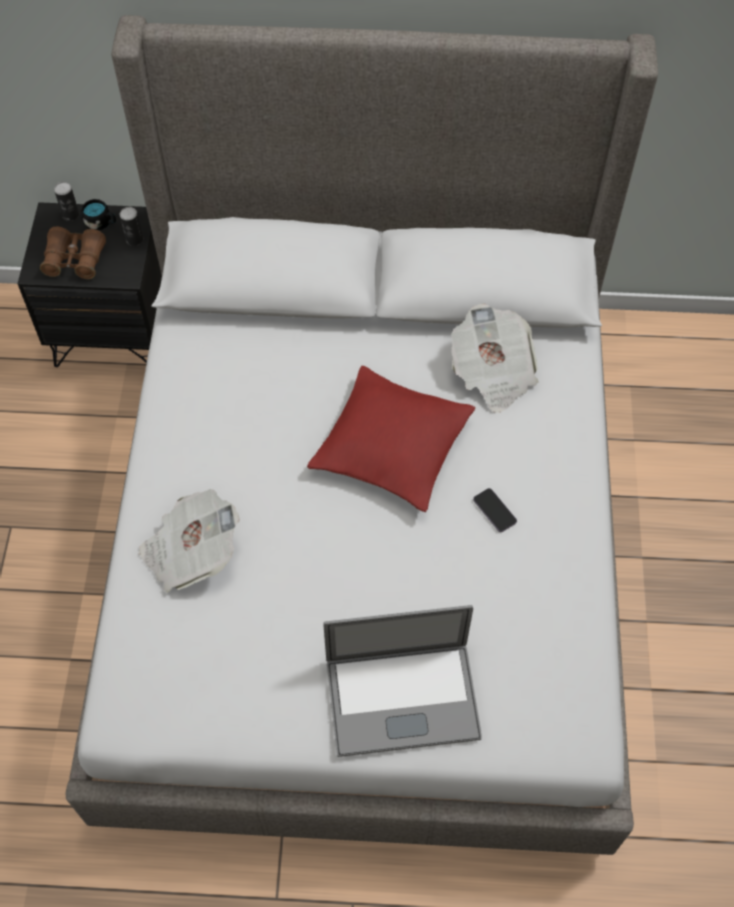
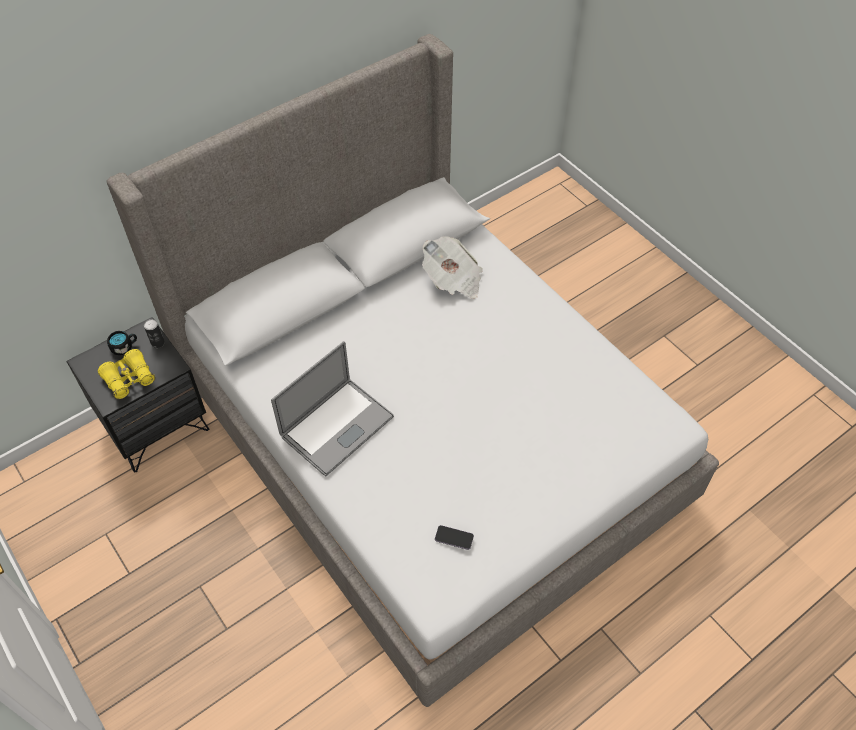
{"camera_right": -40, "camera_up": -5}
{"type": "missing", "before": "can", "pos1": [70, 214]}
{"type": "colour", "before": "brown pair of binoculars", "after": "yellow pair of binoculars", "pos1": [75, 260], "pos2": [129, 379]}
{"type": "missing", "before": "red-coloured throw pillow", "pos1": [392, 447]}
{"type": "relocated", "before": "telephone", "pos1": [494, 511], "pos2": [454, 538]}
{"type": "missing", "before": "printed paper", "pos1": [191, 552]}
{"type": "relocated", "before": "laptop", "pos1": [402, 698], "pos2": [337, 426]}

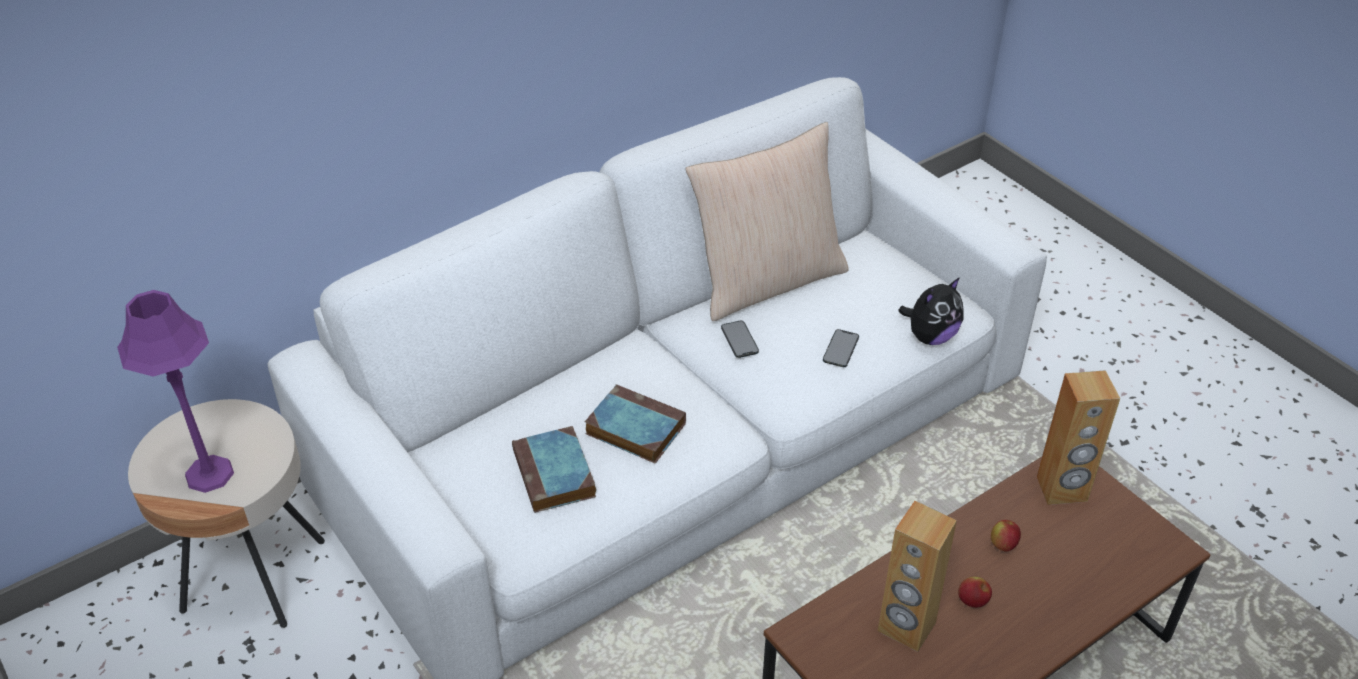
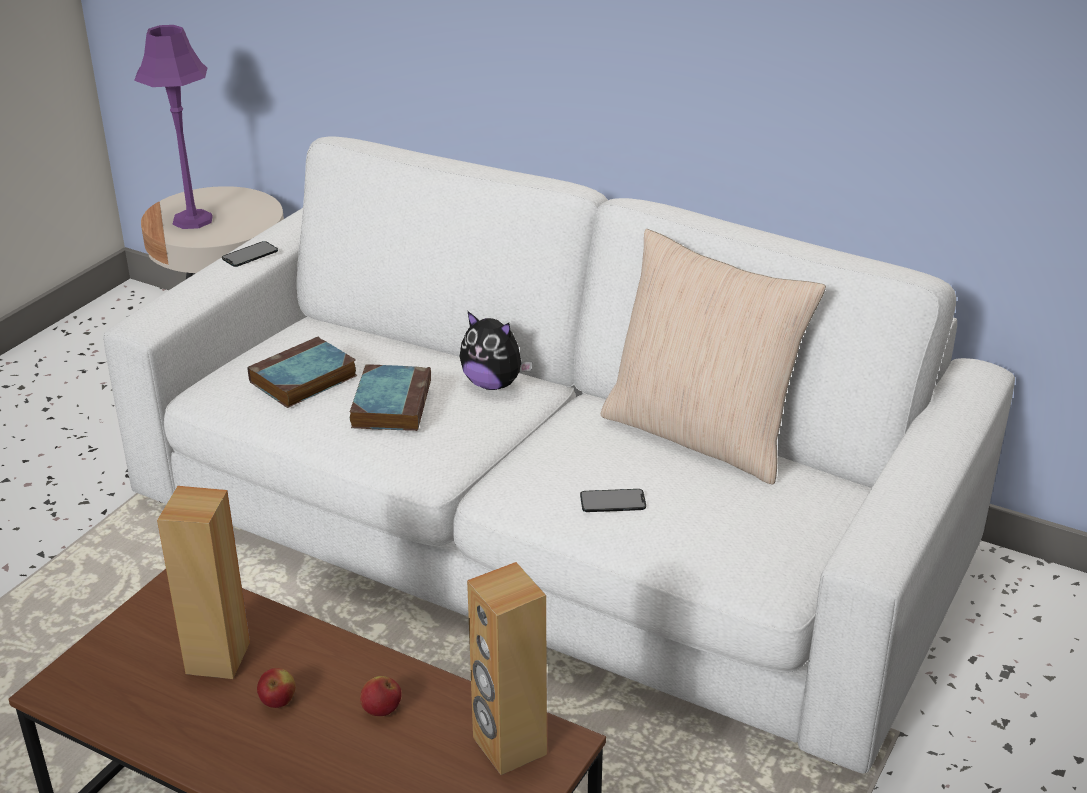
{"camera_right": 65, "camera_up": -10}
{"type": "relocated", "before": "cuddly toy", "pos1": [930, 336], "pos2": [493, 384]}
{"type": "relocated", "before": "telephone", "pos1": [739, 339], "pos2": [250, 254]}

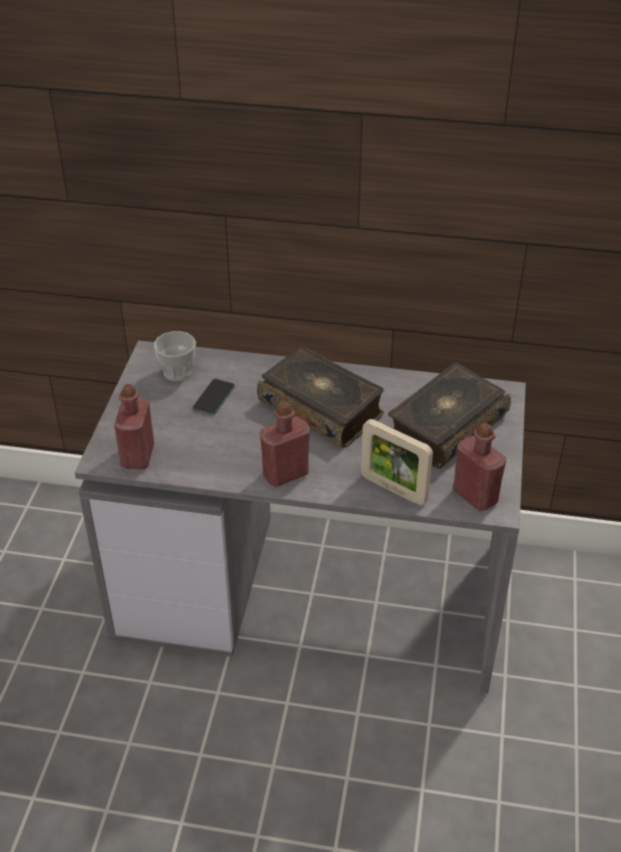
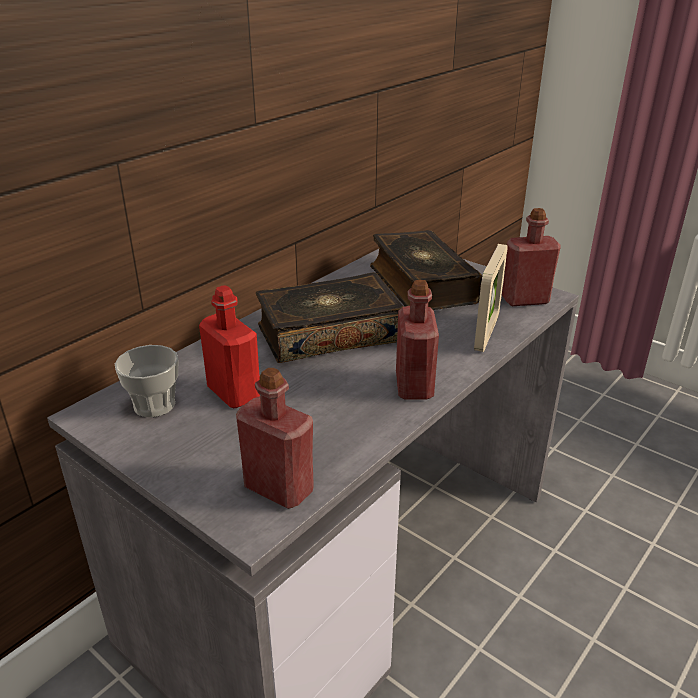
{"camera_right": -60, "camera_up": -10}
{"type": "exchanged", "before": "telephone", "after": "red-coloured drink bottle", "pos1": [214, 397], "pos2": [234, 393]}
{"type": "spun", "before": "photo frame", "pos1": [393, 489], "pos2": [486, 333], "turn": -45}

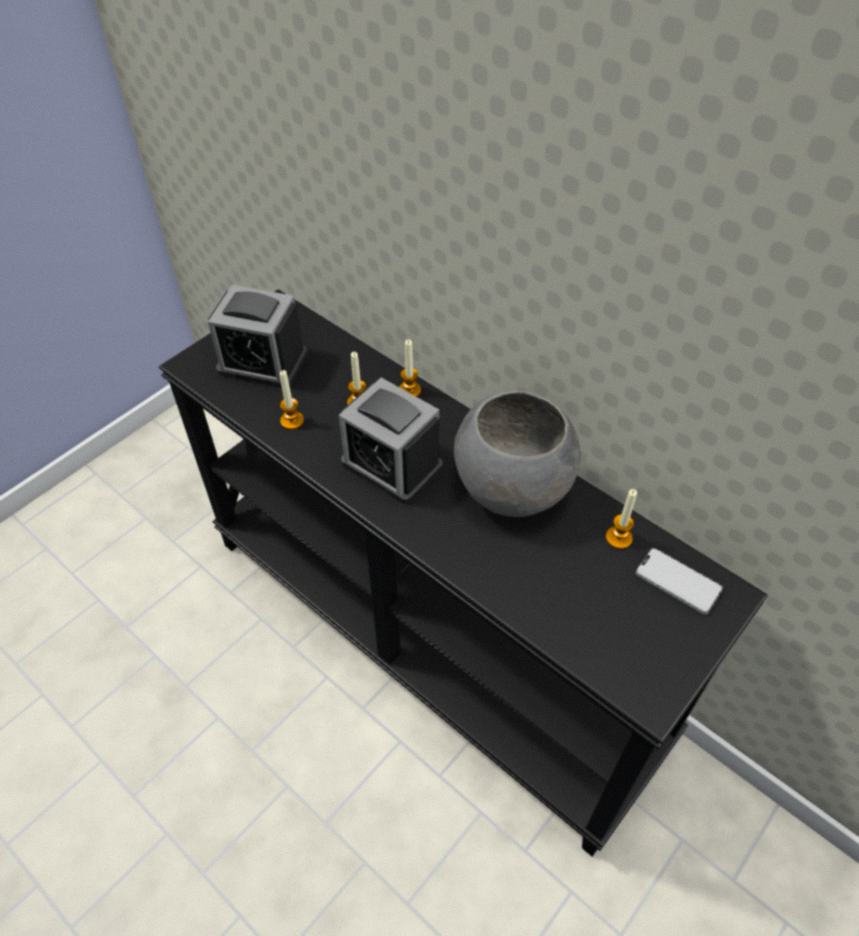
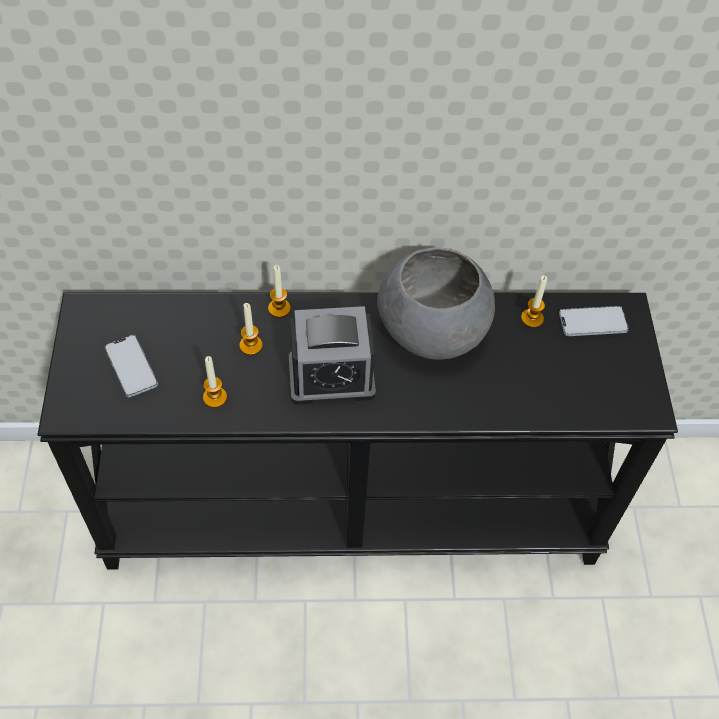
{"camera_right": -45, "camera_up": 5}
{"type": "exchanged", "before": "table clock", "after": "telephone", "pos1": [263, 362], "pos2": [131, 366]}

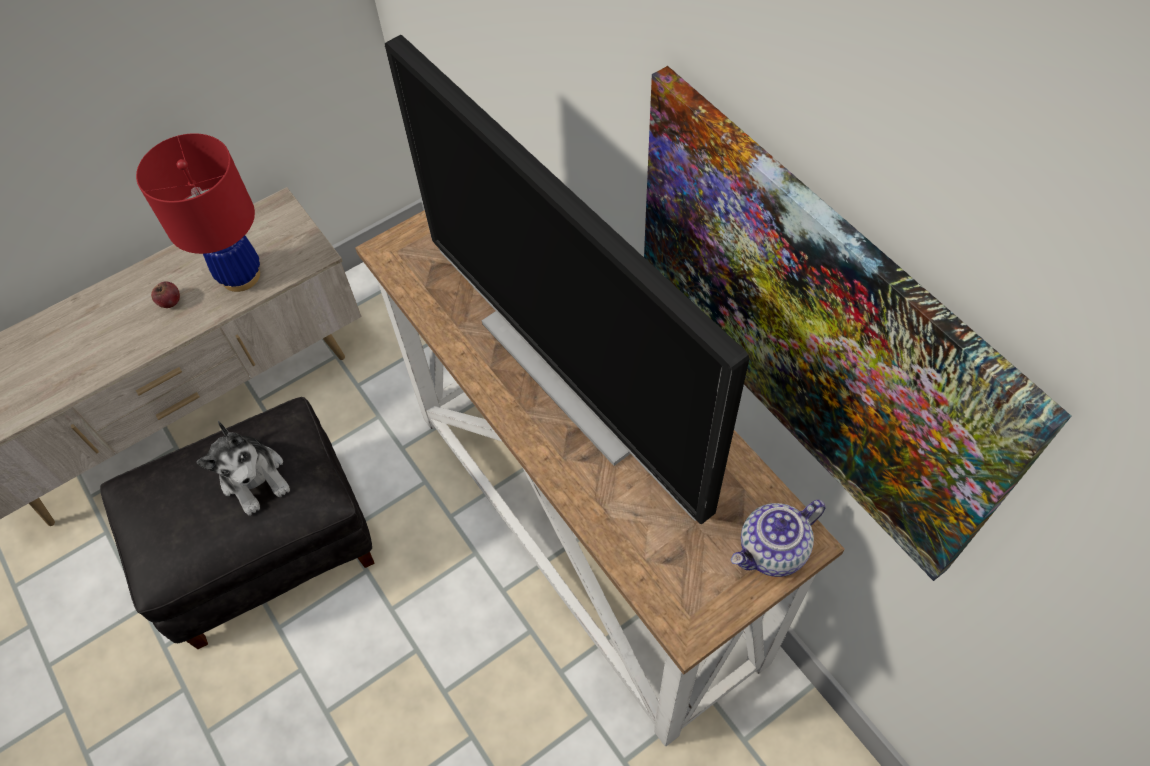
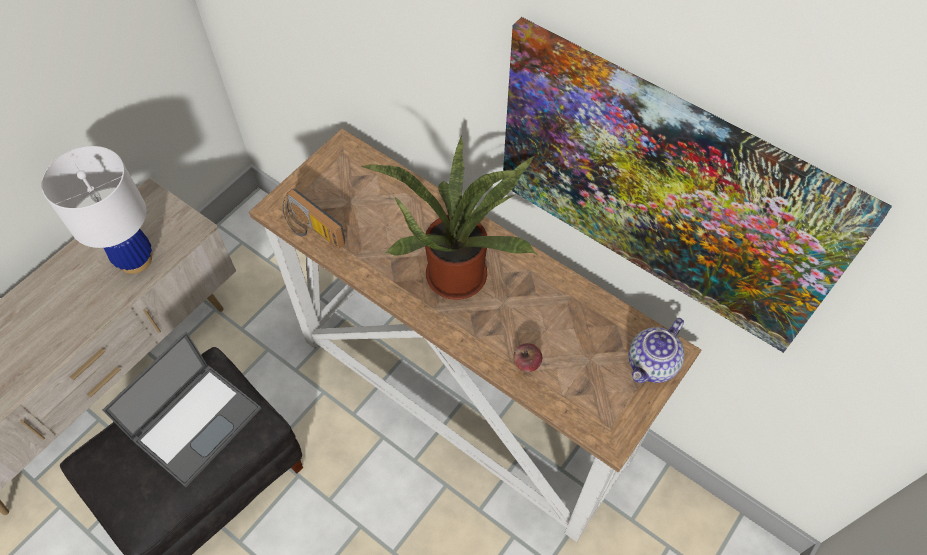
{"camera_right": -20, "camera_up": 0}
{"type": "exchanged", "before": "TV", "after": "potted plant", "pos1": [571, 373], "pos2": [458, 270]}
{"type": "colour", "before": "red-coloured tabletop lamp", "after": "whitish tabletop lamp", "pos1": [240, 276], "pos2": [135, 259]}
{"type": "relocated", "before": "apple", "pos1": [170, 302], "pos2": [526, 363]}
{"type": "exchanged", "before": "cuddly toy", "after": "laptop", "pos1": [254, 477], "pos2": [197, 422]}
{"type": "appeared", "after": "radio set", "pos2": [311, 230]}

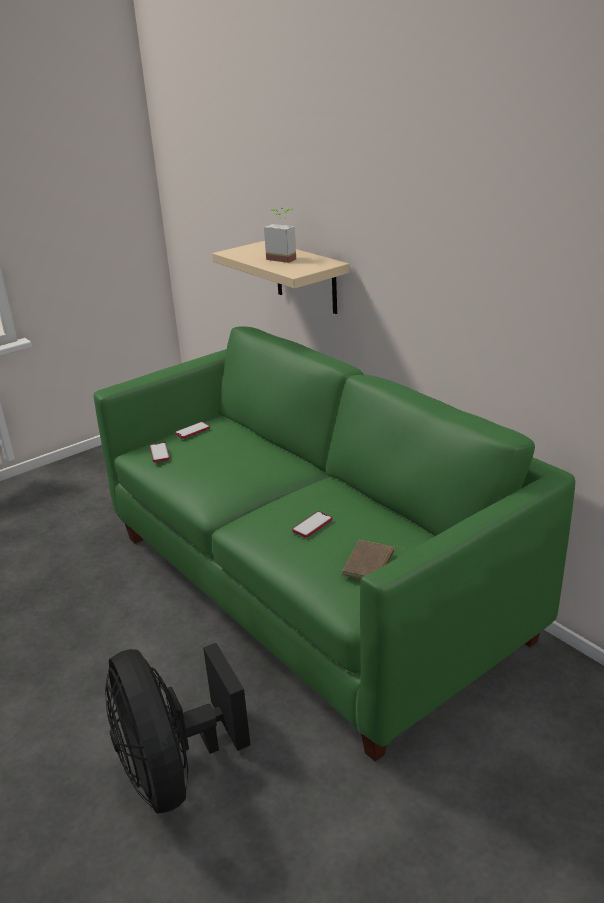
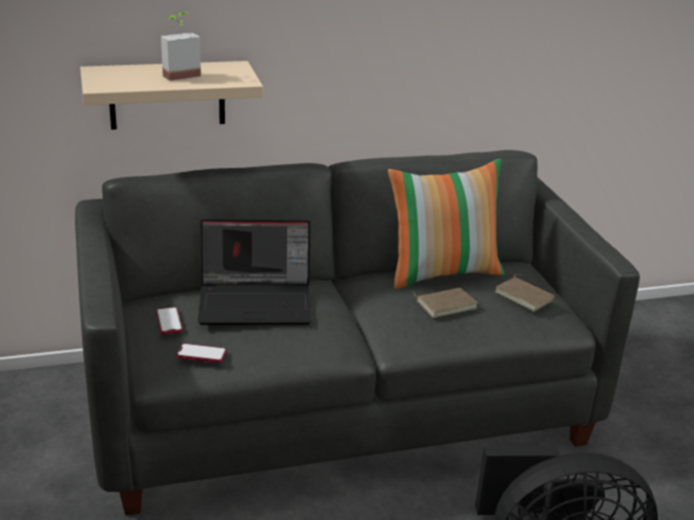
{"camera_right": -70, "camera_up": 0}
{"type": "colour", "before": "greenish couch", "after": "greyish couch", "pos1": [311, 585], "pos2": [340, 405]}
{"type": "exchanged", "before": "telephone", "after": "brown bound book", "pos1": [312, 525], "pos2": [445, 304]}
{"type": "appeared", "after": "throw pillow", "pos2": [443, 272]}
{"type": "appeared", "after": "laptop", "pos2": [257, 301]}

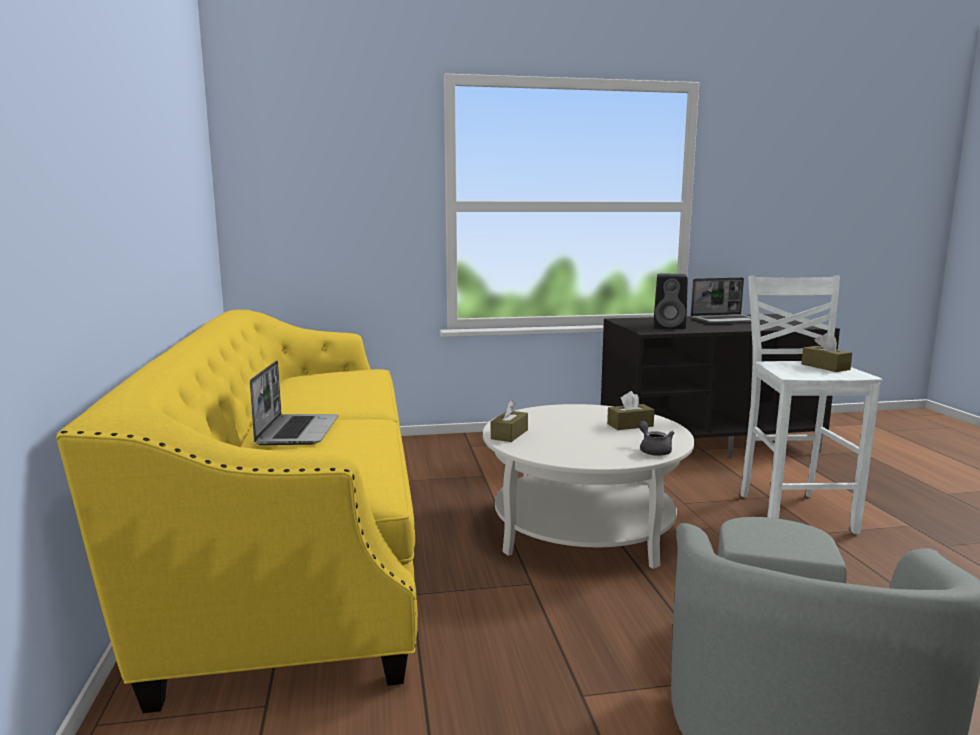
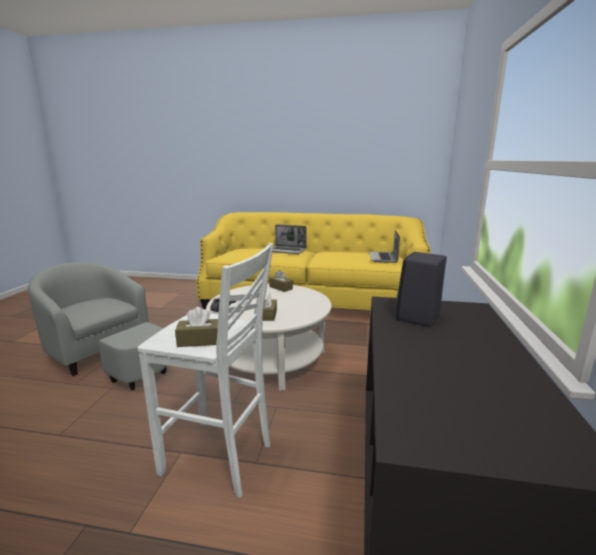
{"camera_right": 110, "camera_up": 5}
{"type": "relocated", "before": "laptop", "pos1": [726, 320], "pos2": [383, 258]}

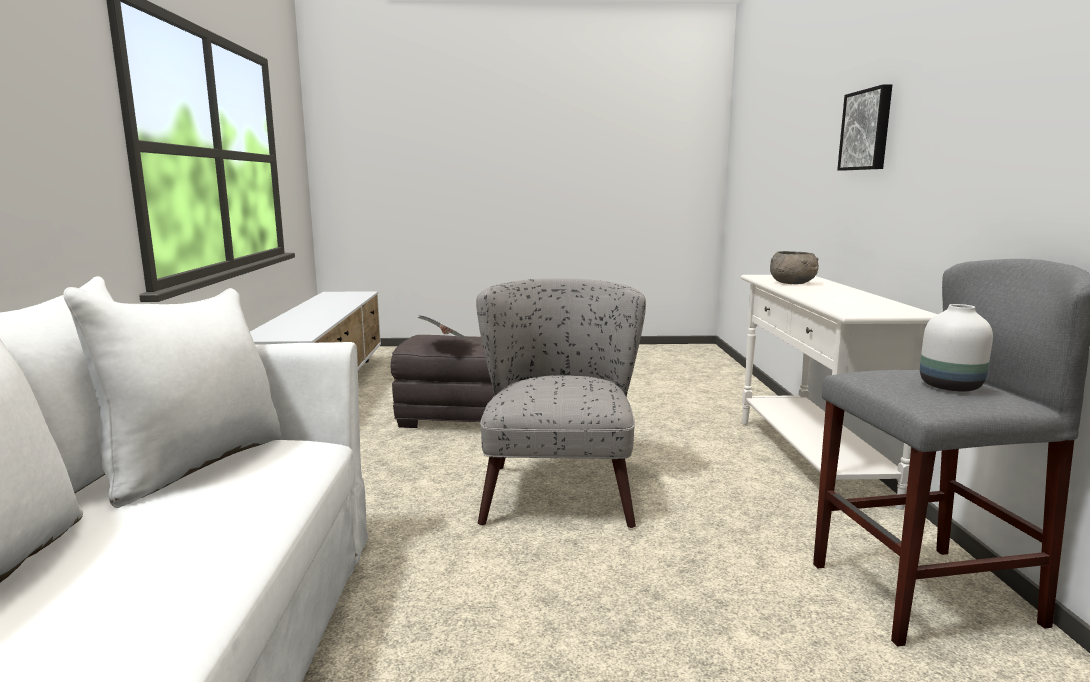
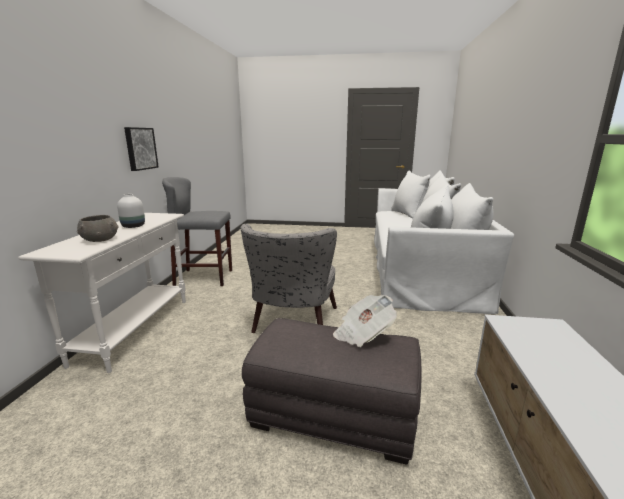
{"camera_right": -170, "camera_up": 5}
{"type": "relocated", "before": "wall art", "pos1": [867, 130], "pos2": [140, 148]}
{"type": "relocated", "before": "whitish decorative vase", "pos1": [948, 386], "pos2": [133, 226]}

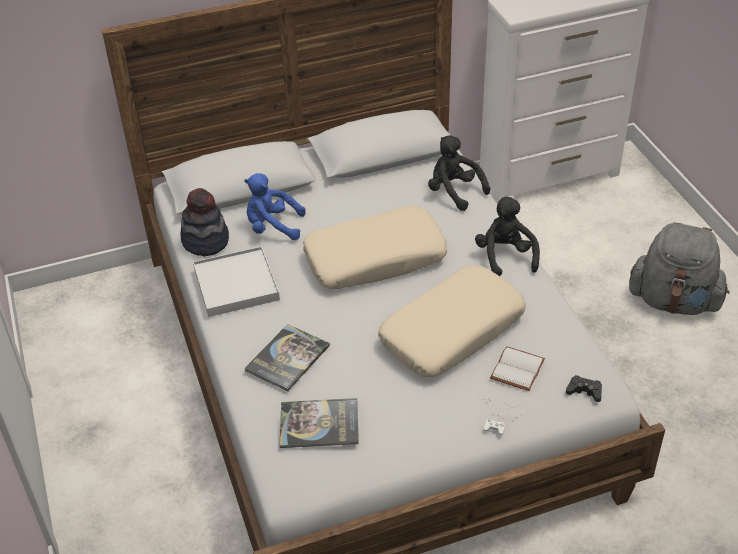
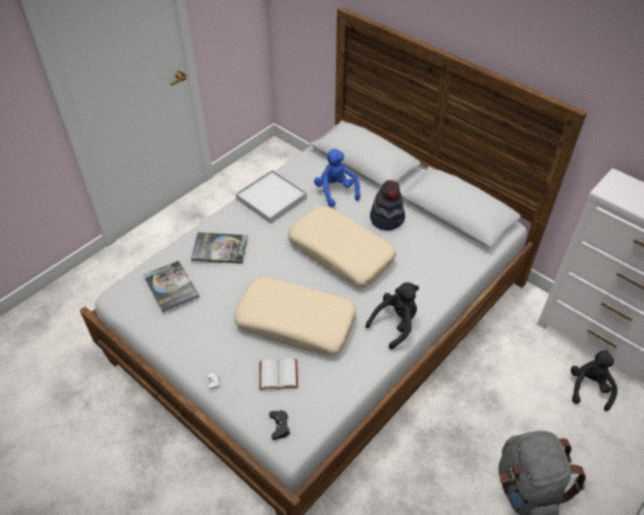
{"camera_right": 60, "camera_up": 5}
{"type": "relocated", "before": "blackish cuddly toy", "pos1": [454, 192], "pos2": [589, 388]}
{"type": "relocated", "before": "hat", "pos1": [205, 241], "pos2": [387, 218]}

